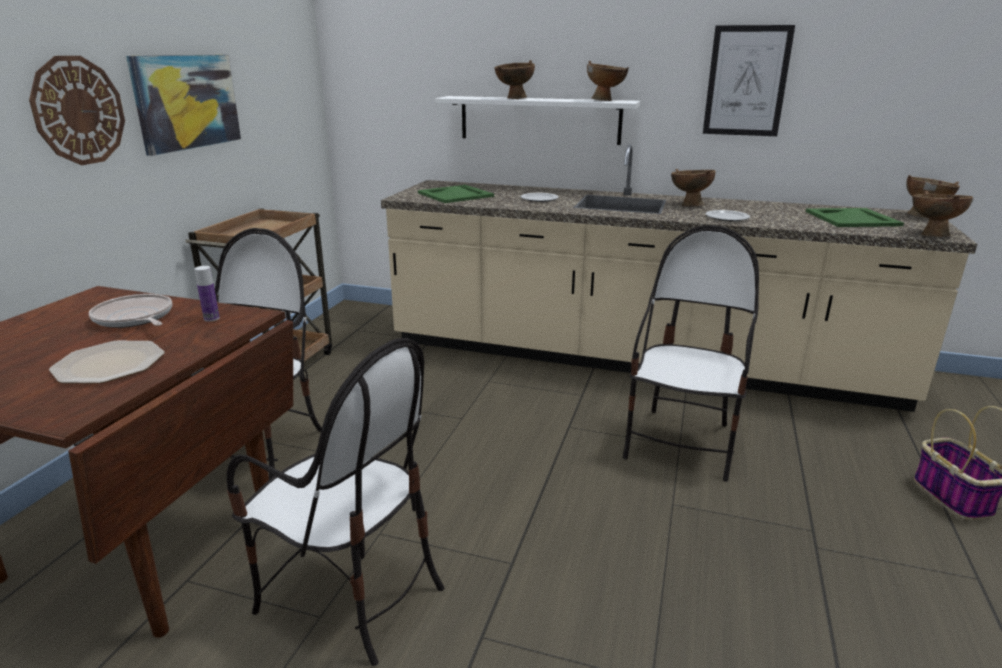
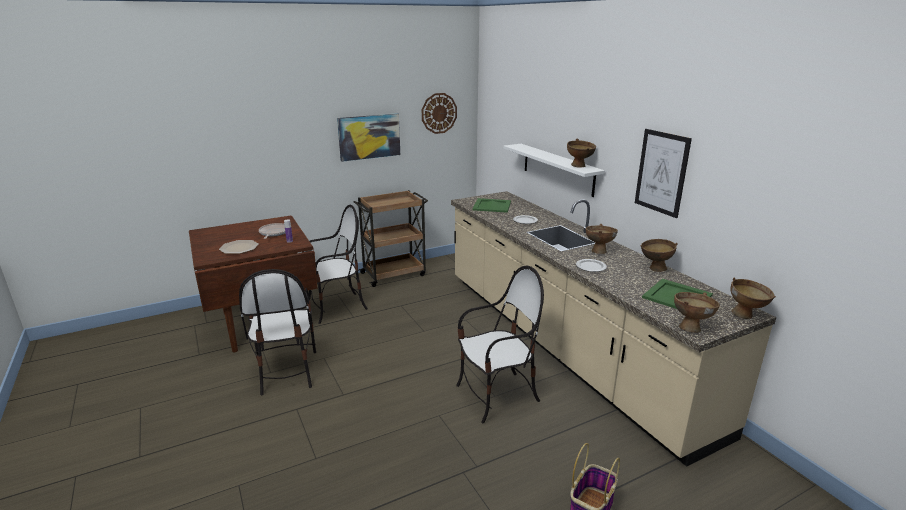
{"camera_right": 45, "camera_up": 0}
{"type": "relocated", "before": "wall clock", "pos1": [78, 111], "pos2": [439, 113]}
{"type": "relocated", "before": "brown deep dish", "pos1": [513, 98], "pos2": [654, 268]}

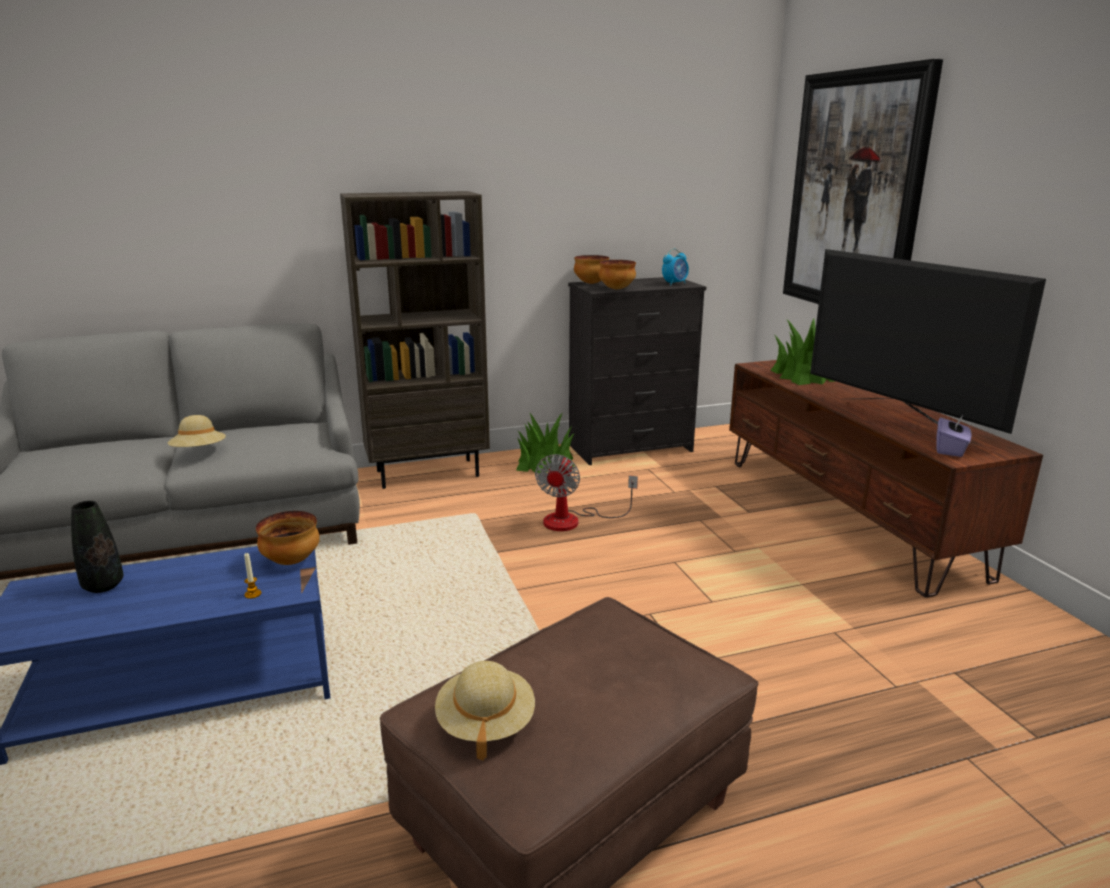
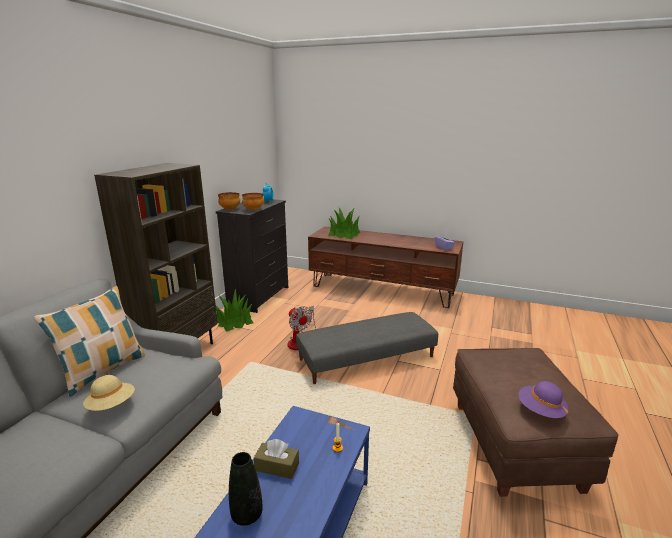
{"camera_right": -50, "camera_up": 0}
{"type": "missing", "before": "wall art", "pos1": [854, 194]}
{"type": "missing", "before": "TV", "pos1": [897, 416]}
{"type": "missing", "before": "deep dish", "pos1": [292, 561]}
{"type": "colour", "before": "beige-coloured hat", "after": "purple-coloured hat", "pos1": [485, 723], "pos2": [540, 411]}
{"type": "appeared", "after": "throw pillow", "pos2": [103, 371]}
{"type": "appeared", "after": "greyish pouffe", "pos2": [366, 358]}
{"type": "appeared", "after": "brown tissue box", "pos2": [277, 466]}

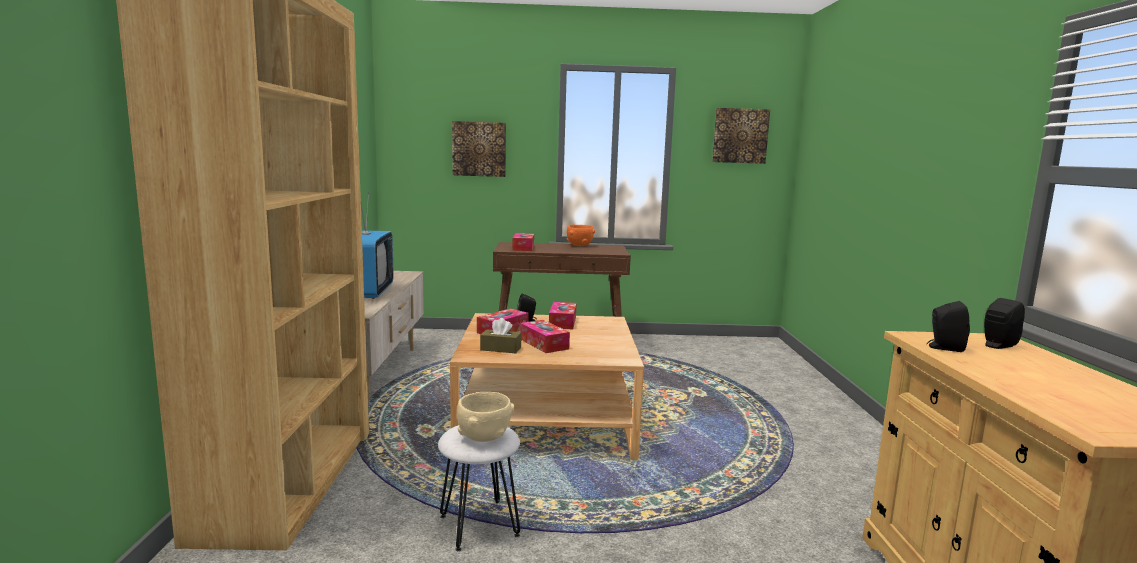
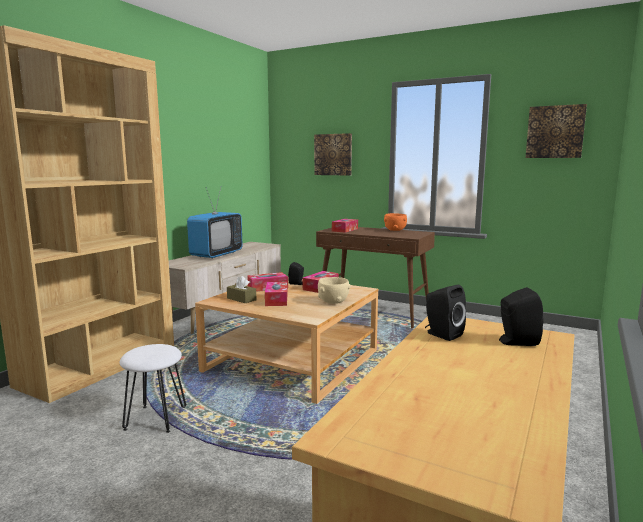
{"camera_right": 30, "camera_up": 0}
{"type": "relocated", "before": "beige-coloured deep dish", "pos1": [484, 437], "pos2": [333, 302]}

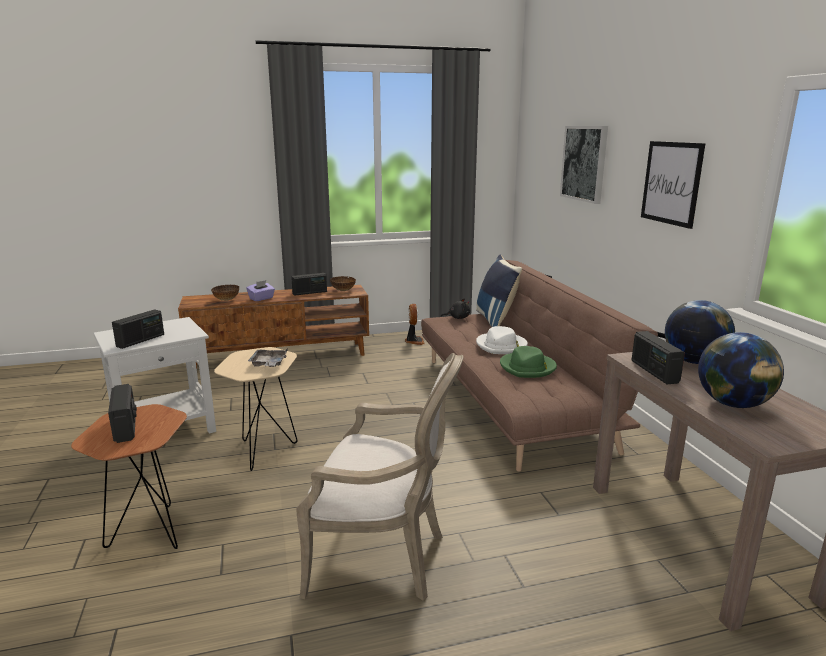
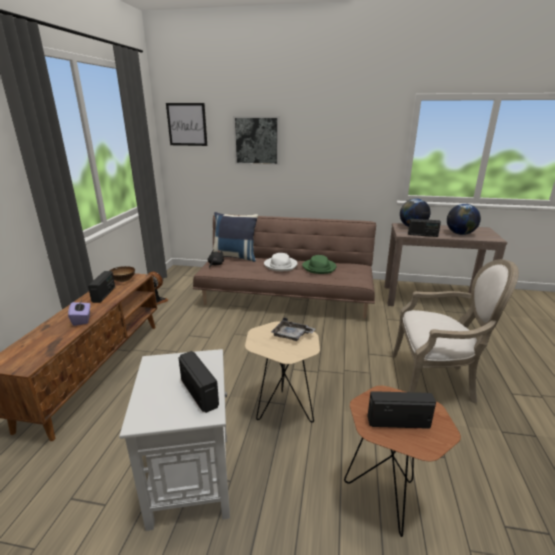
{"camera_right": -65, "camera_up": 5}
{"type": "relocated", "before": "wall art", "pos1": [671, 183], "pos2": [187, 124]}
{"type": "missing", "before": "deep dish", "pos1": [226, 300]}
{"type": "spun", "before": "lounge chair", "pos1": [384, 558], "pos2": [436, 382], "turn": 60}

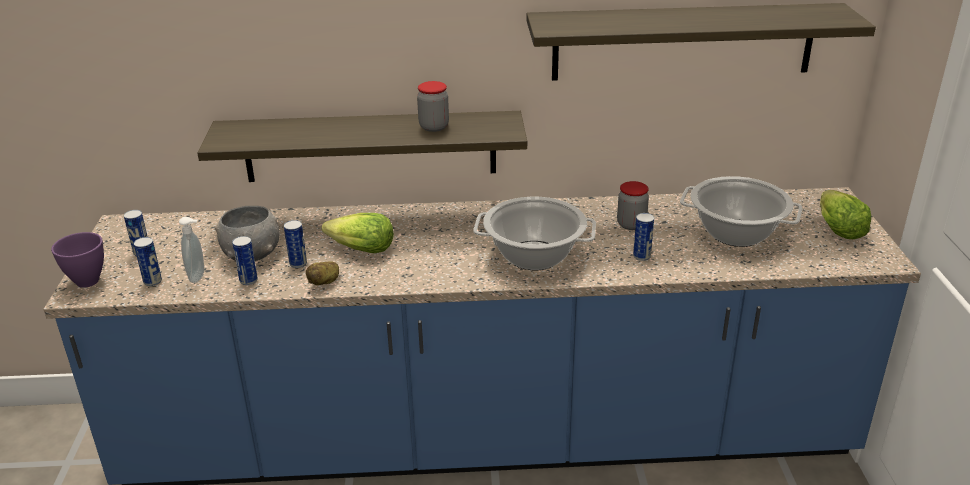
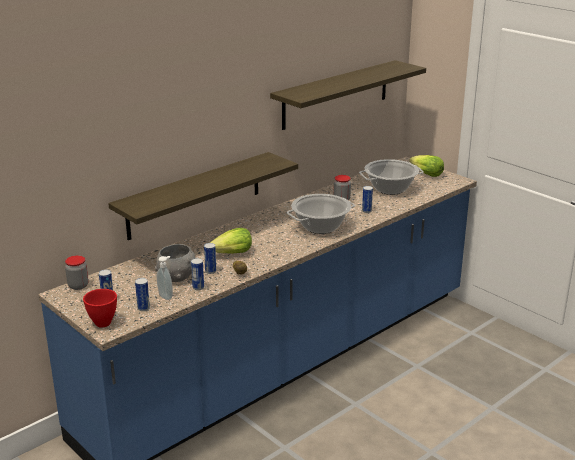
{"camera_right": -40, "camera_up": -5}
{"type": "relocated", "before": "jar", "pos1": [434, 127], "pos2": [78, 286]}
{"type": "colour", "before": "purple-coloured deep dish", "after": "red-coloured deep dish", "pos1": [86, 281], "pos2": [102, 323]}

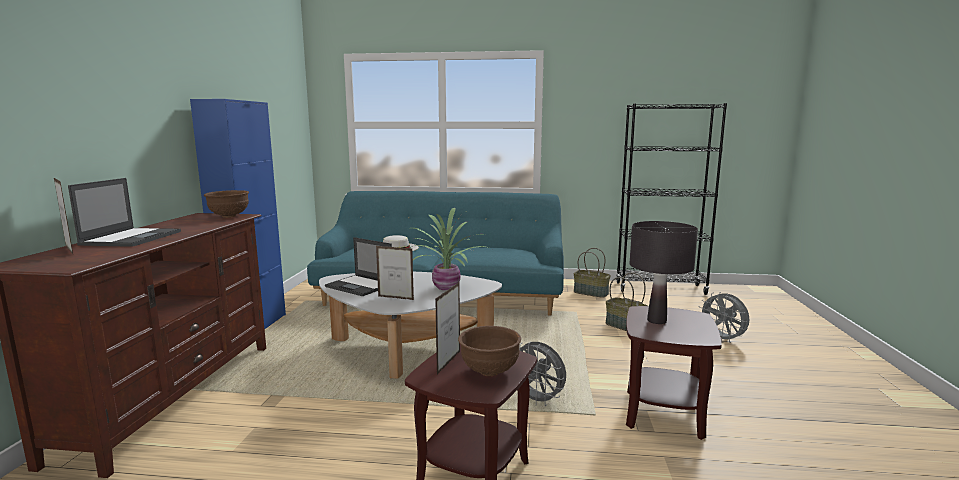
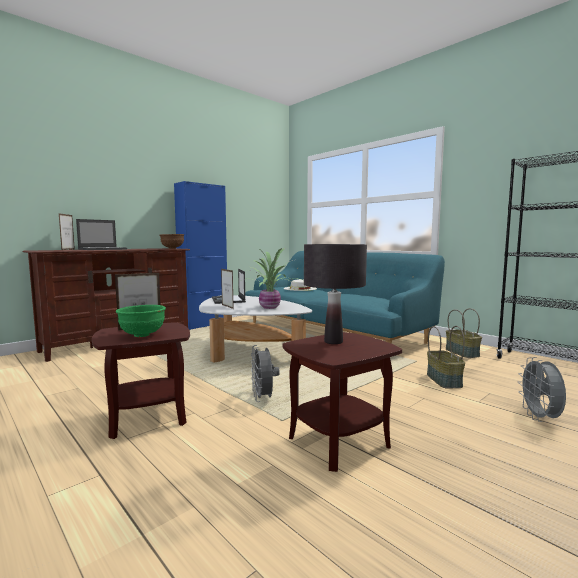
{"camera_right": 40, "camera_up": -5}
{"type": "colour", "before": "brown deep dish", "after": "greenish deep dish", "pos1": [489, 371], "pos2": [142, 335]}

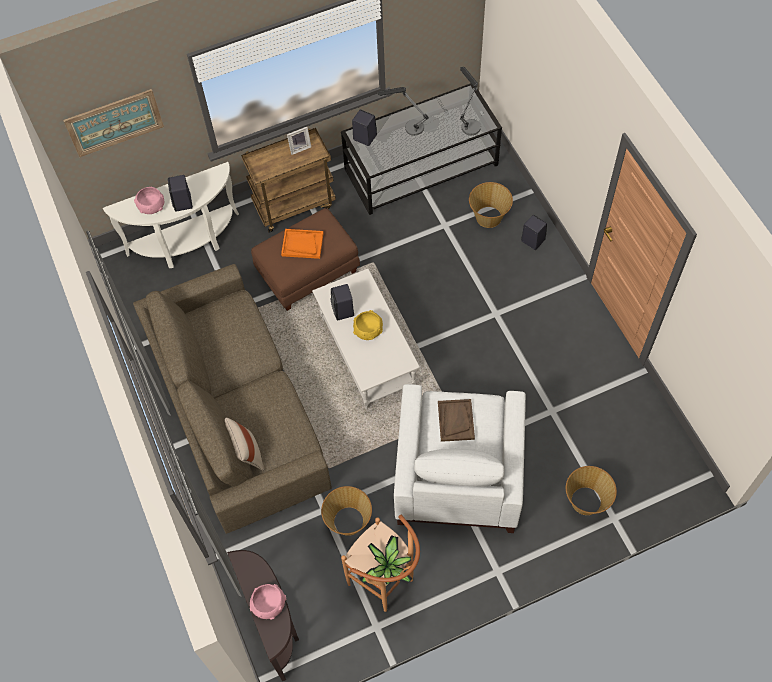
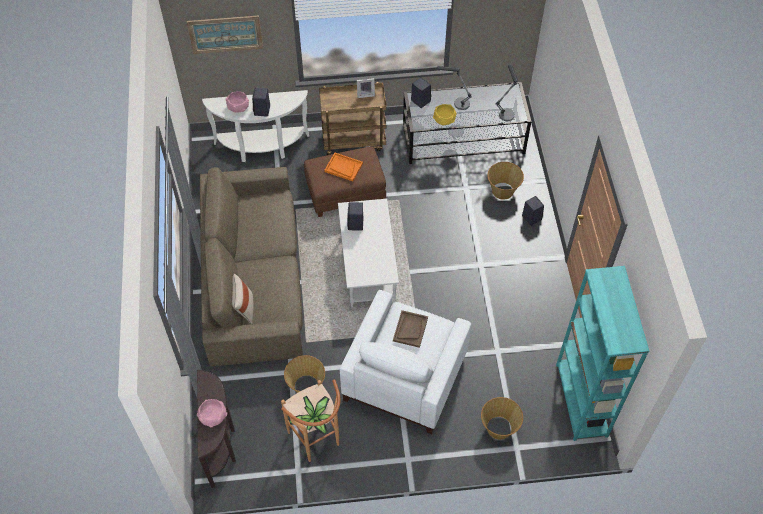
{"camera_right": 15, "camera_up": -5}
{"type": "relocated", "before": "yellow deep dish", "pos1": [368, 329], "pos2": [444, 119]}
{"type": "appeared", "after": "turquoise bookcase", "pos2": [581, 400]}

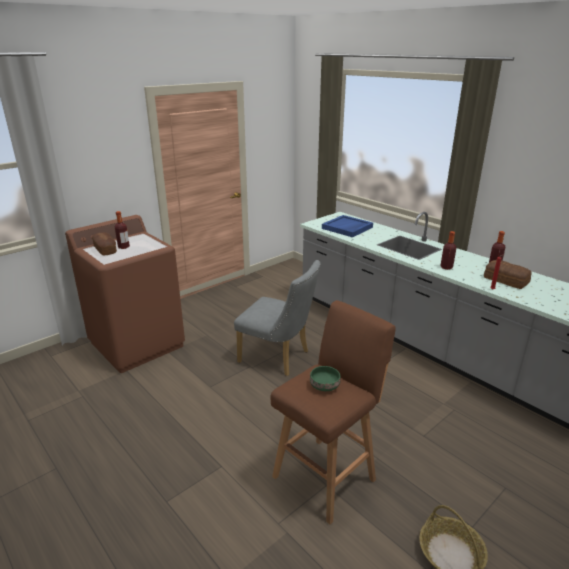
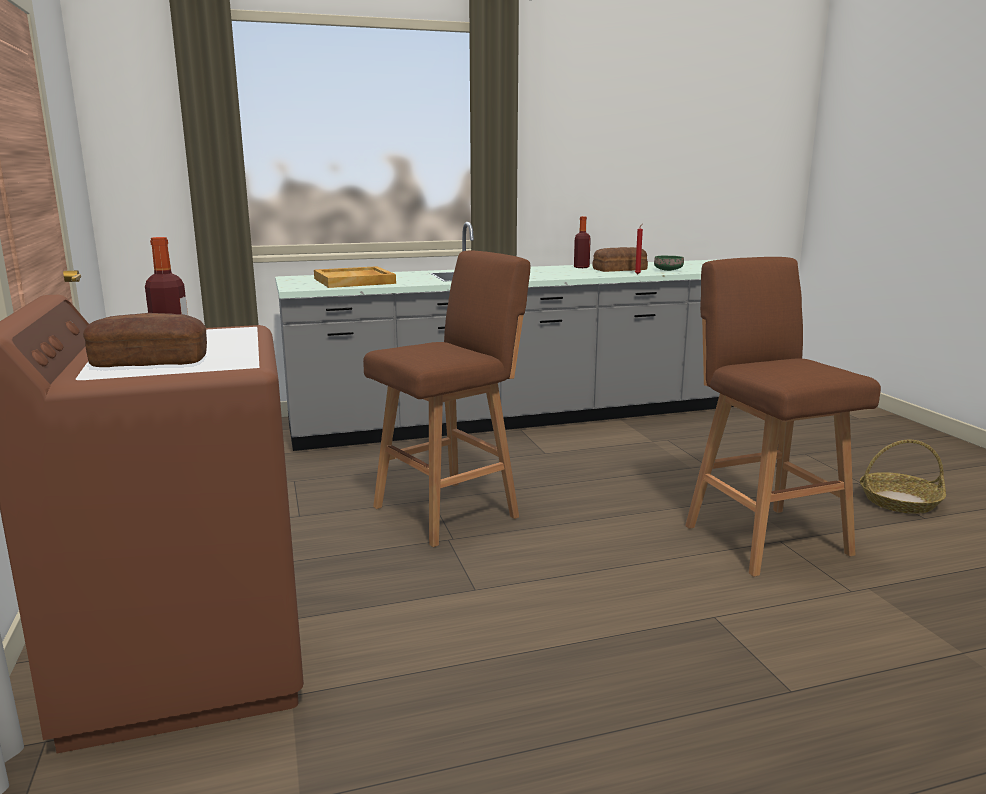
{"camera_right": -65, "camera_up": -10}
{"type": "colour", "before": "bluish carrying tray", "after": "beige-coloured carrying tray", "pos1": [347, 228], "pos2": [355, 281]}
{"type": "missing", "before": "drink bottle", "pos1": [446, 267]}
{"type": "exchanged", "before": "greyish chair", "after": "brown stool seat", "pos1": [278, 358], "pos2": [450, 510]}
{"type": "relocated", "before": "greenish deep dish", "pos1": [325, 385], "pos2": [667, 270]}

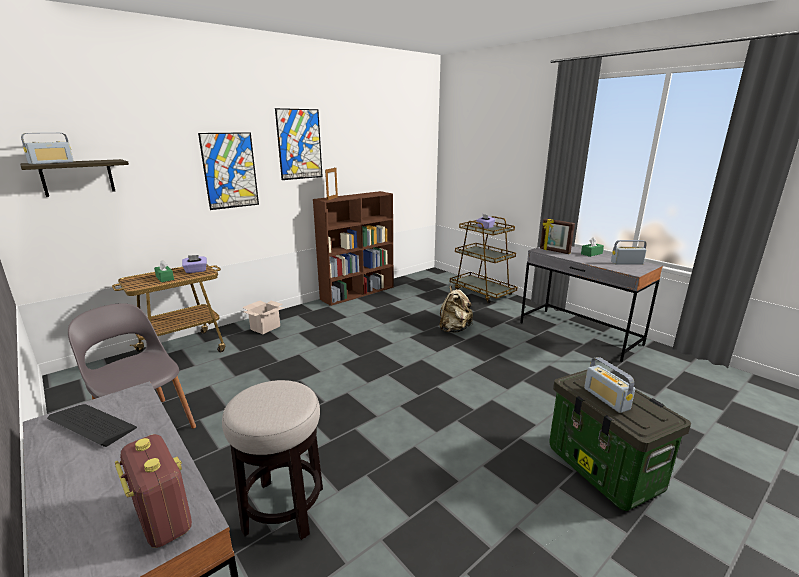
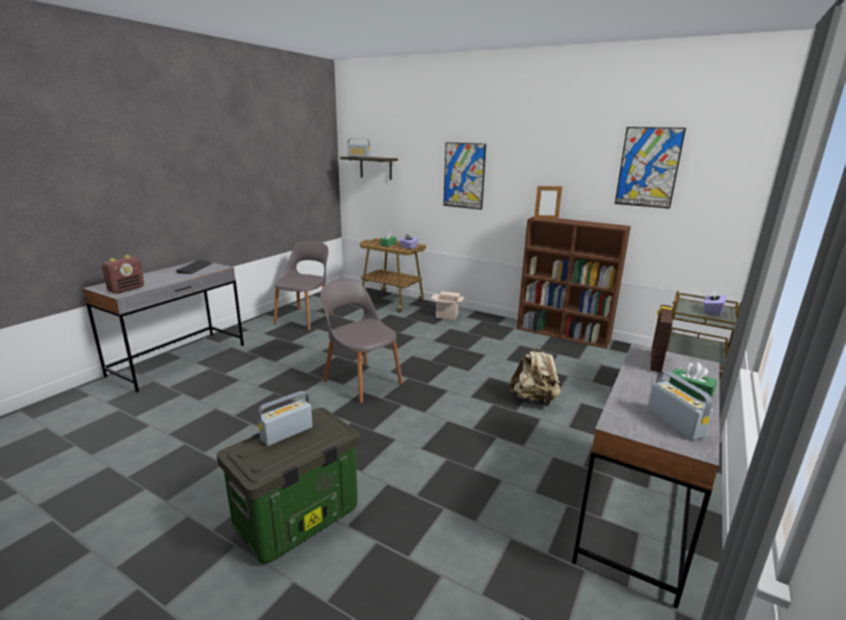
{"camera_right": 70, "camera_up": 0}
{"type": "relocated", "before": "wall art", "pos1": [299, 144], "pos2": [648, 167]}
{"type": "missing", "before": "stool seat", "pos1": [284, 509]}
{"type": "appeared", "after": "greyish chair", "pos2": [361, 381]}

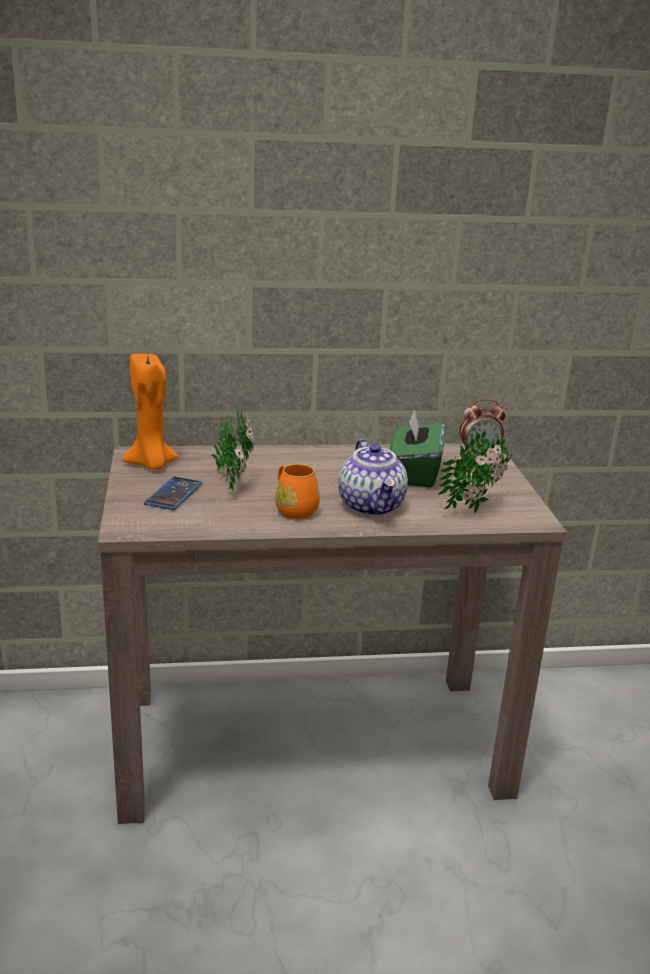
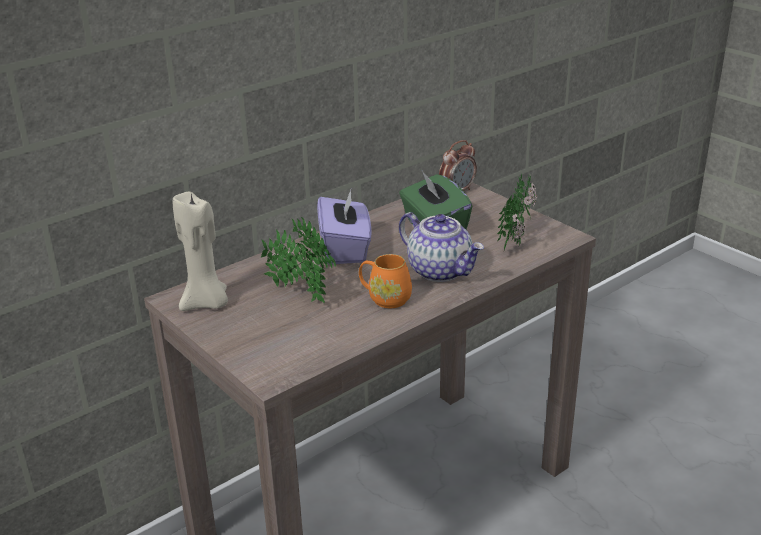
{"camera_right": -30, "camera_up": 5}
{"type": "colour", "before": "orangey wax candle", "after": "beige-coloured wax candle", "pos1": [151, 464], "pos2": [206, 303]}
{"type": "missing", "before": "telephone", "pos1": [174, 494]}
{"type": "appeared", "after": "purple-coloured tissue box", "pos2": [345, 249]}

